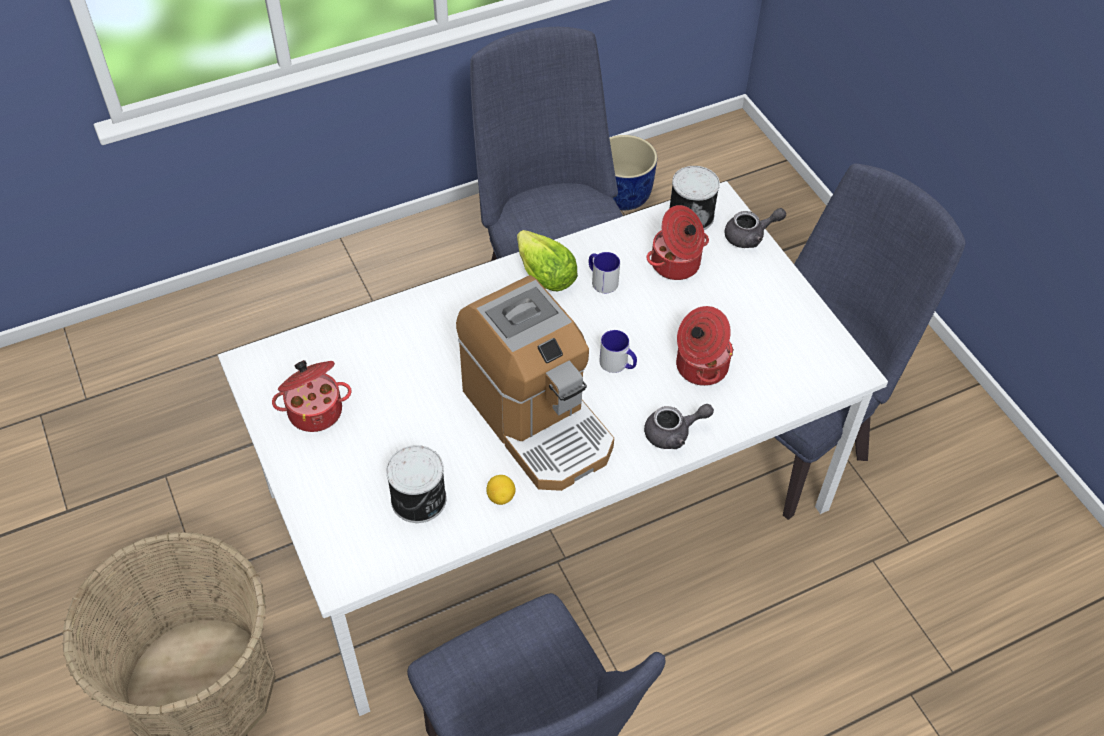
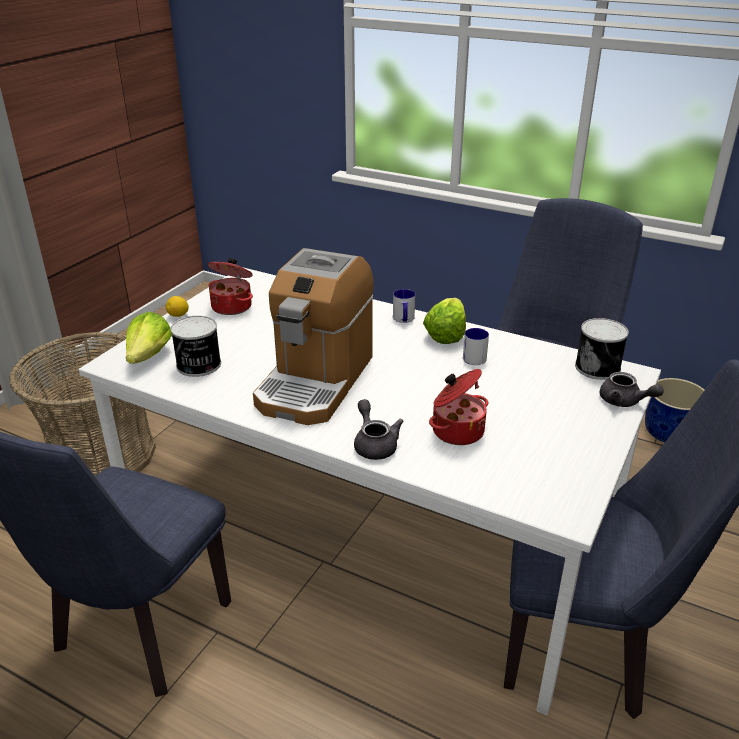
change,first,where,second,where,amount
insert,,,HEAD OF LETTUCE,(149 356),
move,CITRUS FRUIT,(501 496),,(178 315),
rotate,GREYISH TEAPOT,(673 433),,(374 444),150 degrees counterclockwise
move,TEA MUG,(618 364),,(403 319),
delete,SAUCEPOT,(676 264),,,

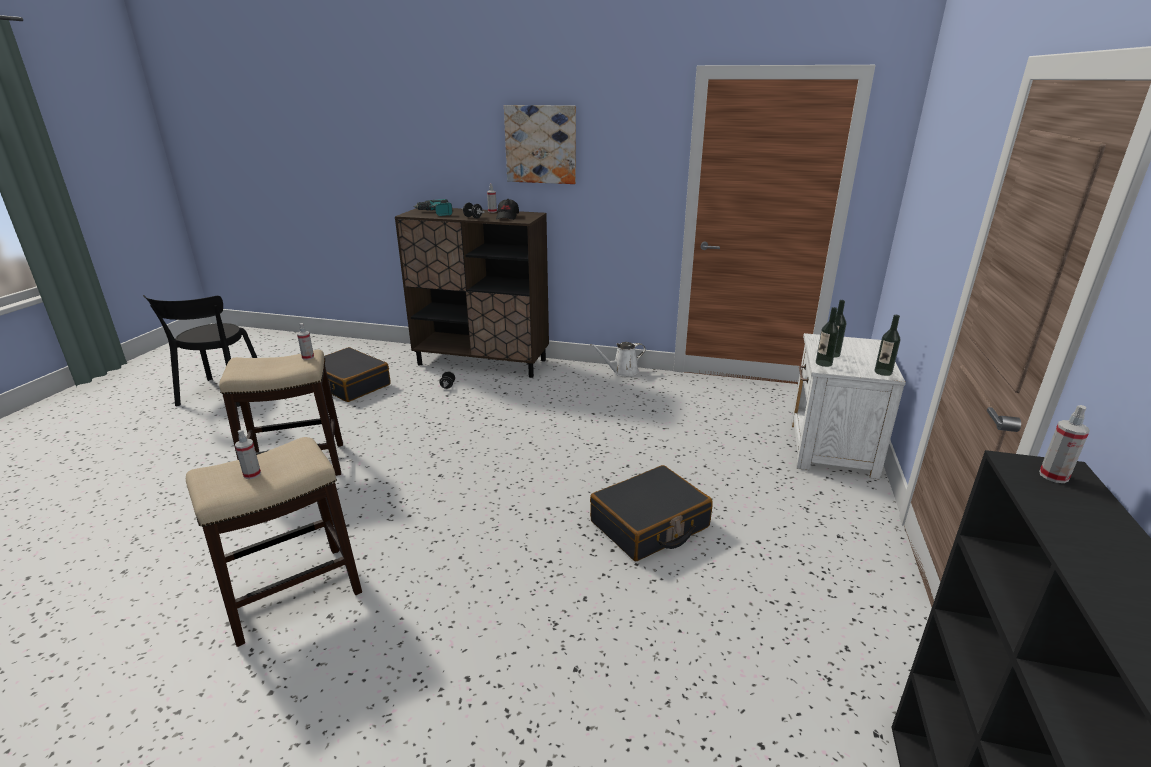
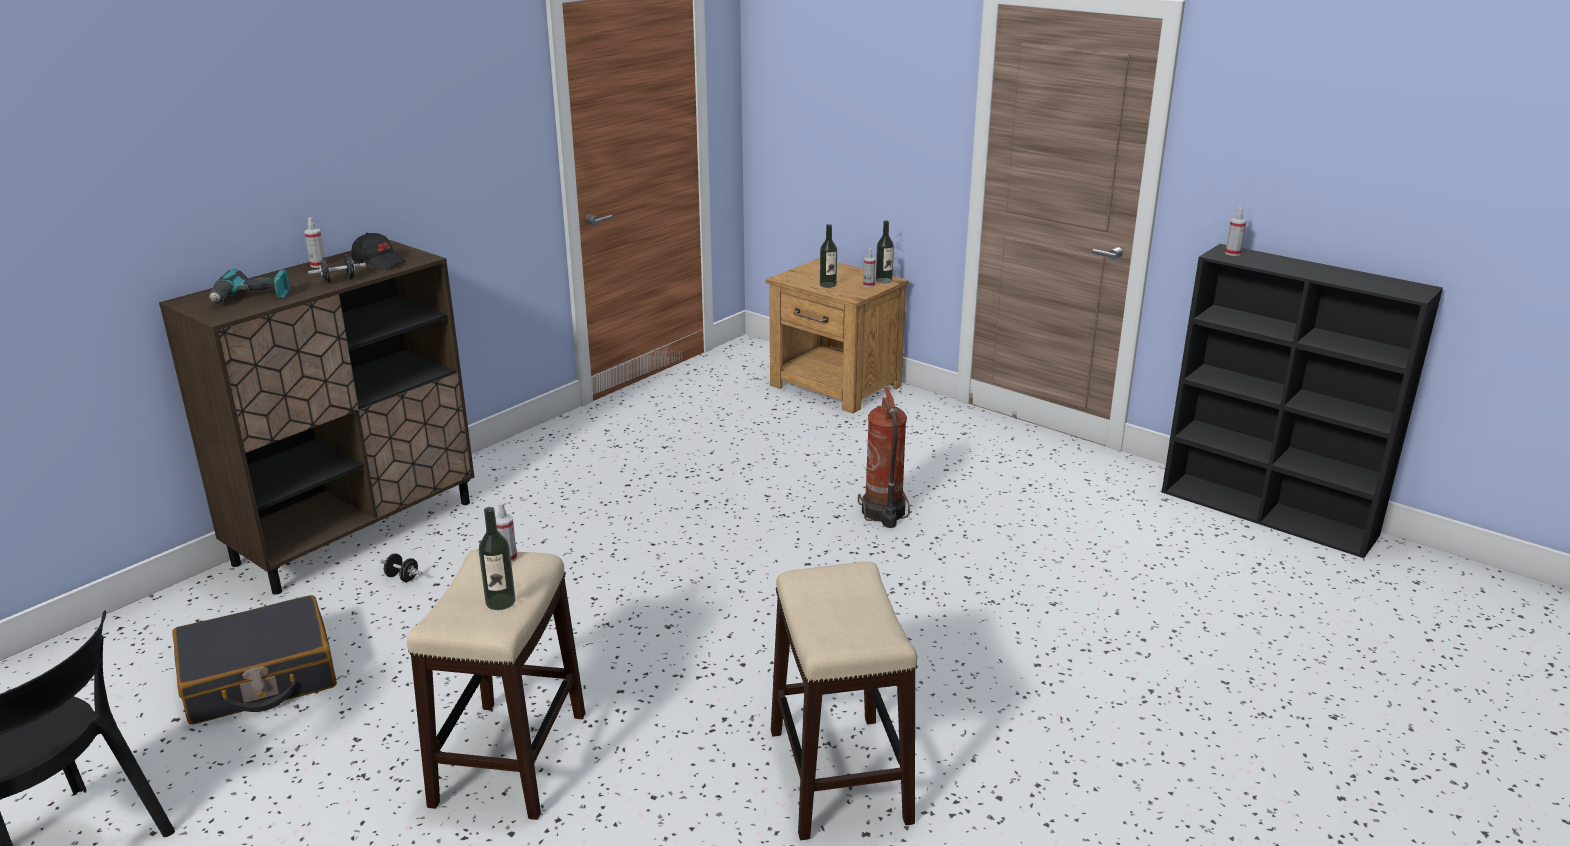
change,first,where,second,where,amount
move,DRINK BOTTLE,(823 363),,(500 602),
recolor,WHITE BEDSIDE TABLE,(830 449),BROWN-COLOURED BEDSIDE TABLE,(836 386),
replace,BLACK-COLOURED TRAVEL CASE,(650 525),FIRE EXTINGUISHER,(883 513),
move,SPRAYER,(252 474),,(868 285),
delete,WALL PICTURE,(541 144),,,
delete,WHITE WATERING CAN,(622 371),,,

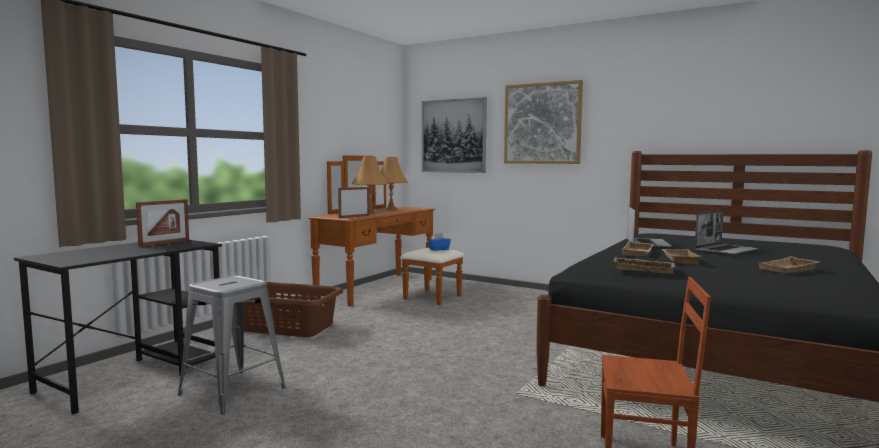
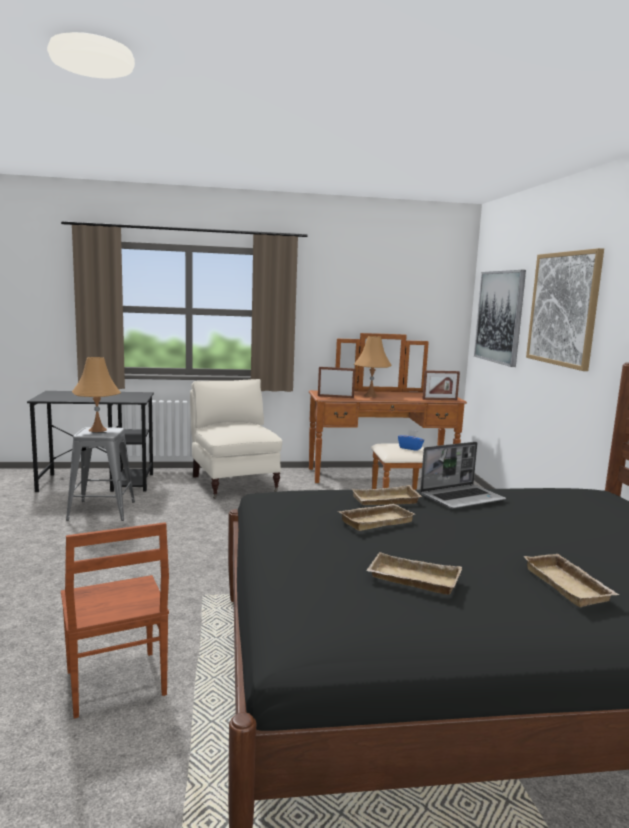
change,first,where,second,where,amount
move,ORANGEY LAMP FOR A TABLE,(391 209),,(98 430),
replace,BROWN-COLOURED LAUNDRY BASKET,(287 327),BEIGE EASY CHAIR,(234 483),
move,PHOTO FRAME,(164 243),,(439 399),
move,BEIGE CARRYING TRAY,(644 269),,(570 585),
delete,LAPTOP,(725 251),,,

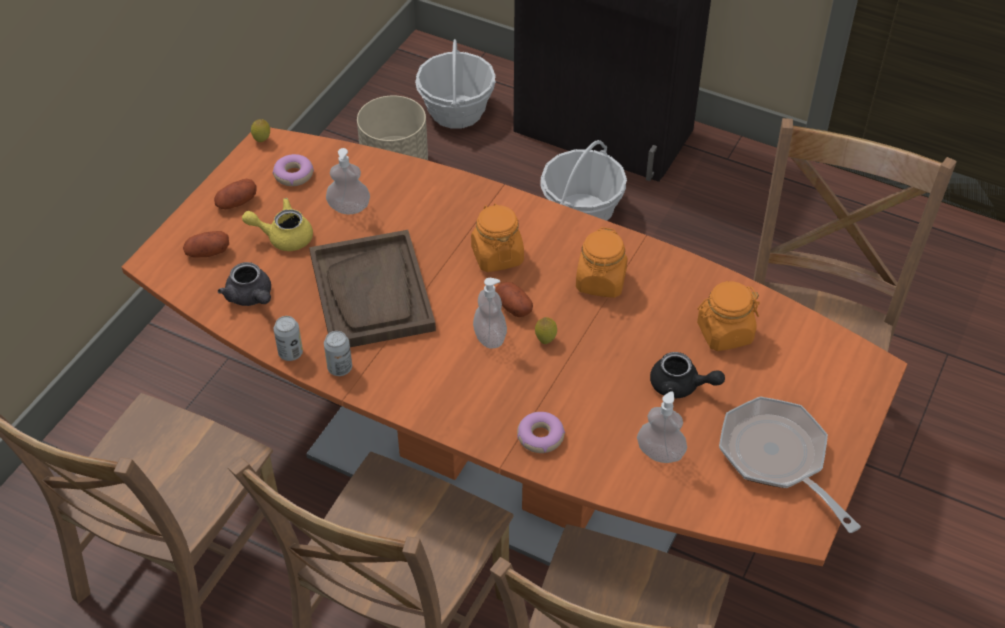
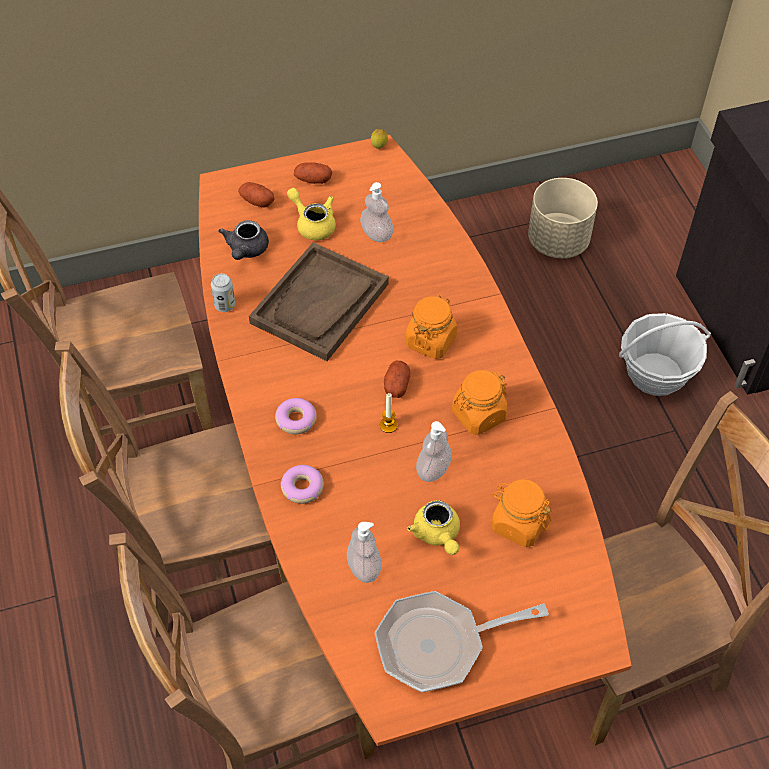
change,first,where,second,where,amount
move,DOUGHNUT,(293 175),,(296 419),
rotate,SKILLET,(778 458),,(439 644),120 degrees counterclockwise
replace,CITRUS FRUIT,(545 340),WAX LIGHT,(388 425),
recolor,BLACK-COLOURED TEAPOT,(681 386),YELLOW-COLOURED TEAPOT,(437 535),
move,SOAP BOTTLE,(490 337),,(433 469),
delete,SEALED CAN,(340 368),,,
delete,BASKET,(456 112),,,

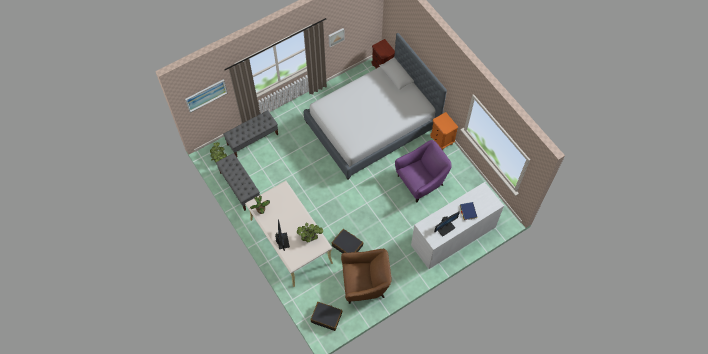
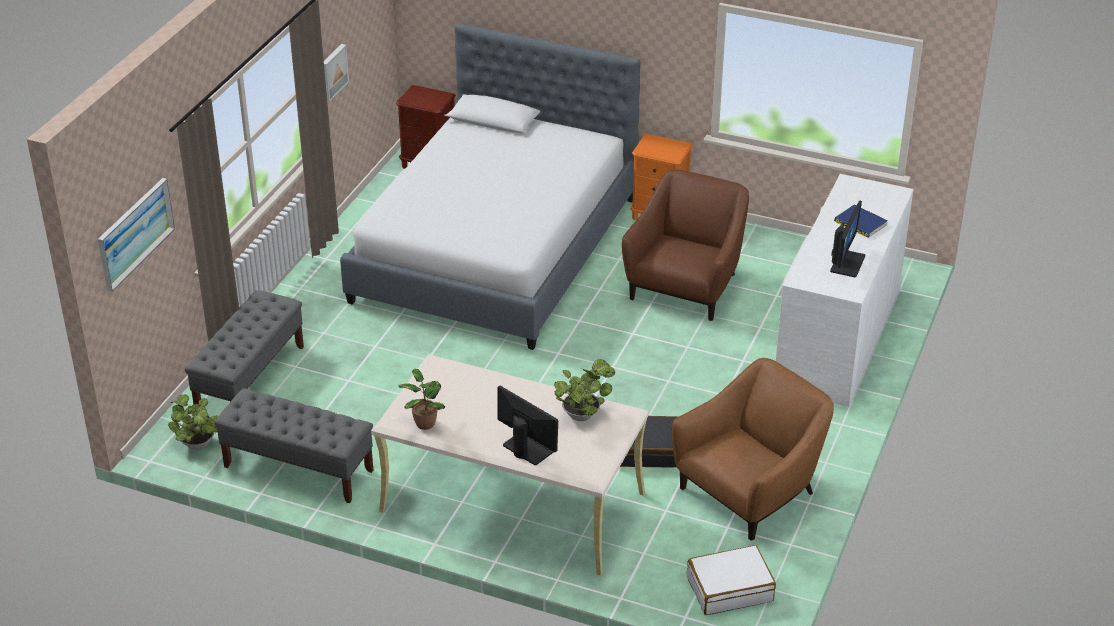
change,first,where,second,where,amount
recolor,PURPLISH EASY CHAIR,(421 181),BROWN-COLOURED EASY CHAIR,(686 287),
recolor,BLACK-COLOURED TRAVEL CASE,(326 317),WHITE TRAVEL CASE,(729 589),

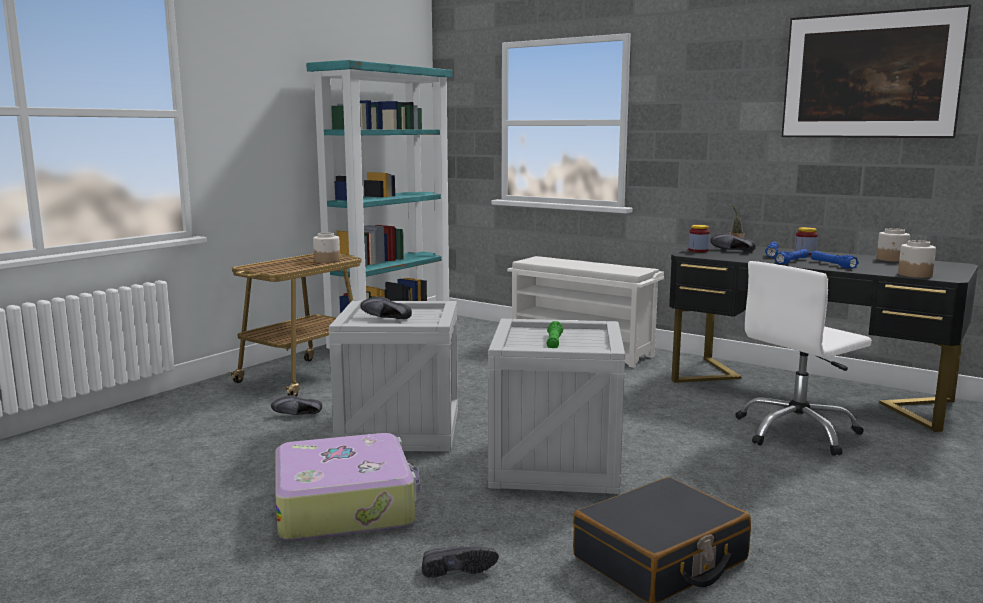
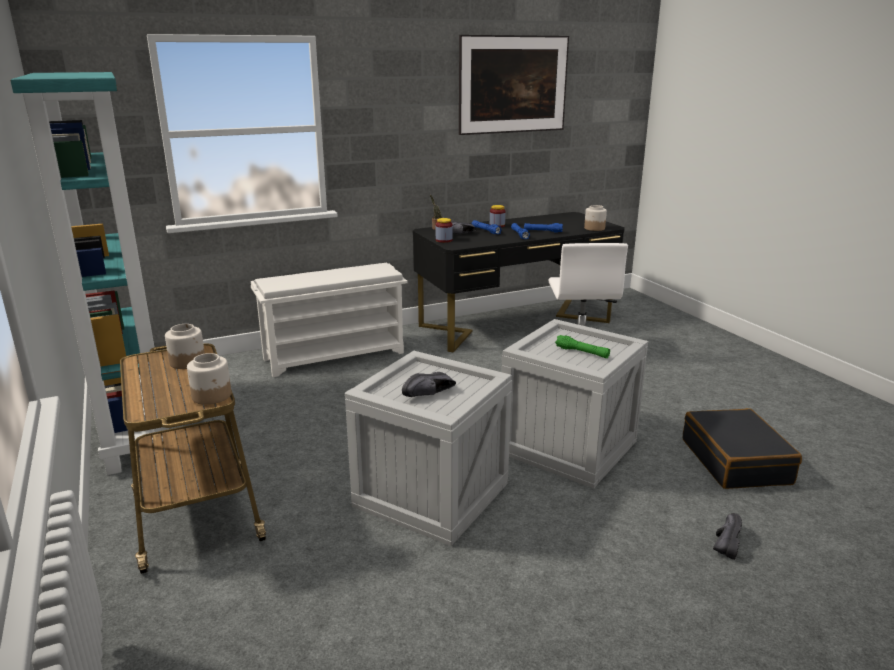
change,first,where,second,where,amount
move,JAR,(891 259),,(212 396),
delete,BLACK-COLOURED LOW SHOE,(298 416),,,
delete,TRAVEL CASE,(345 505),,,

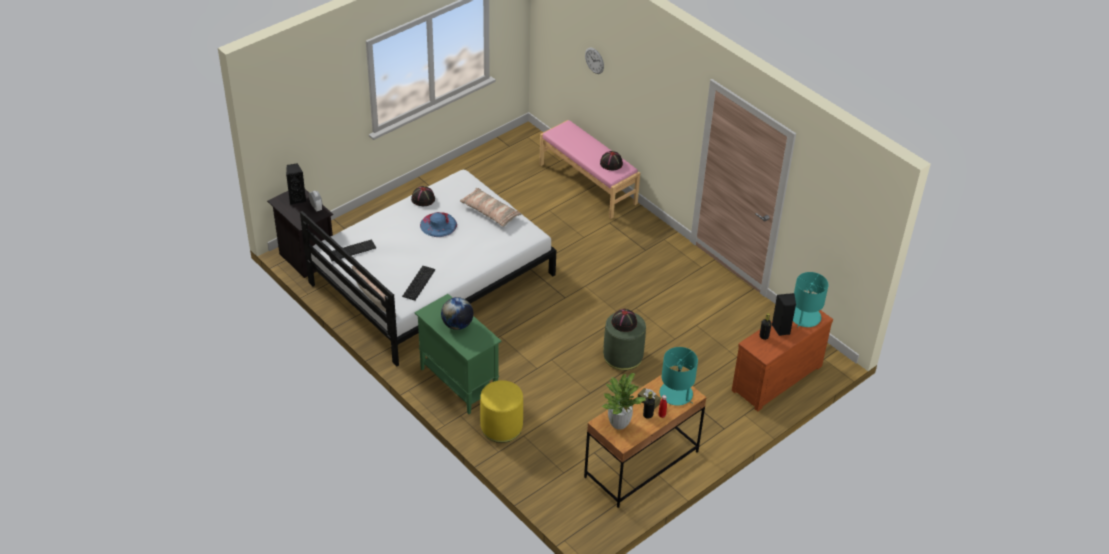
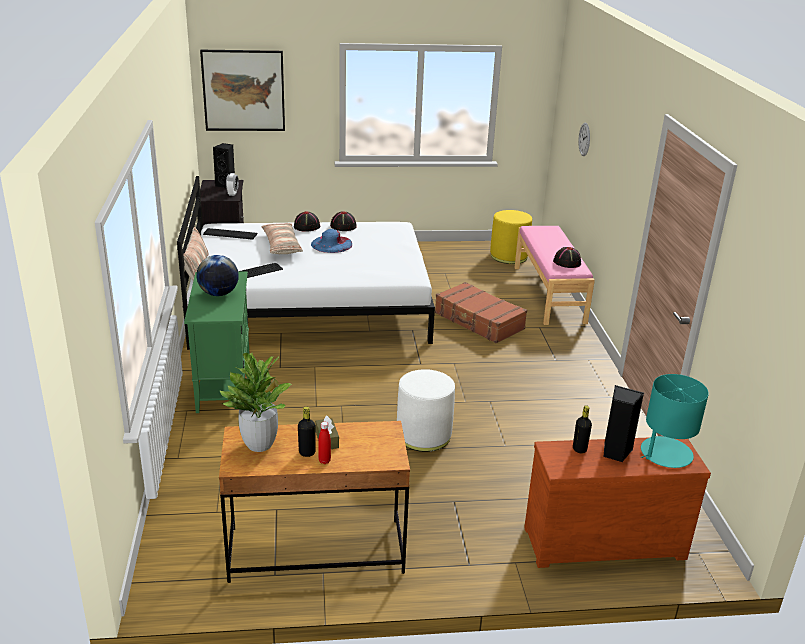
change,first,where,second,where,amount
insert,,,WALL PICTURE,(243 90),
move,THROW PILLOW,(490 212),,(281 245),
move,BLACK-COLOURED HAT,(624 322),,(307 226),
recolor,GREEN-COLOURED OTTOMAN,(623 356),WHITE OTTOMAN,(423 435),
insert,,,BROWN-COLOURED TRAVEL CASE,(478 321),
move,YELLOW-COLOURED OTTOMAN,(501 427),,(508 256),
delete,BLUE-GREEN LAMP FOR A TABLE,(676 394),,,

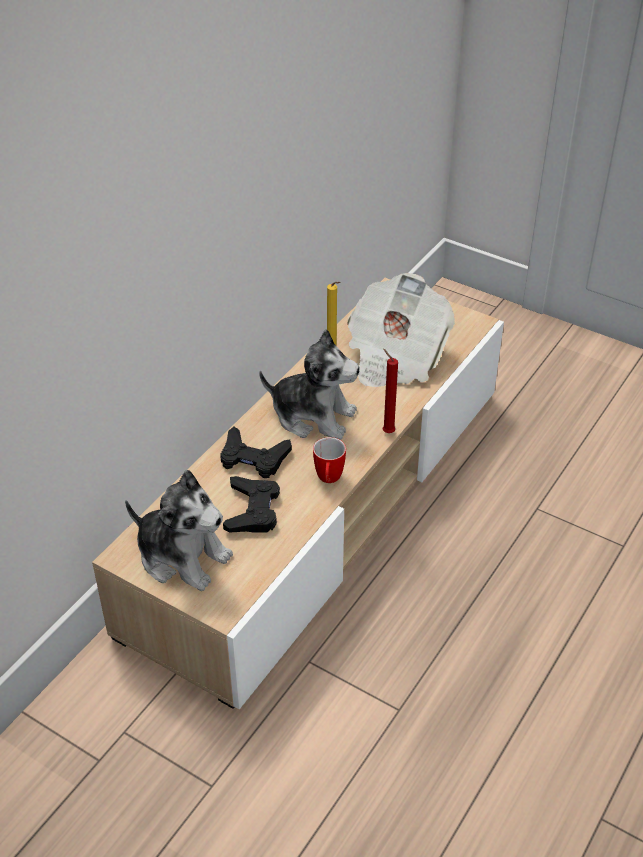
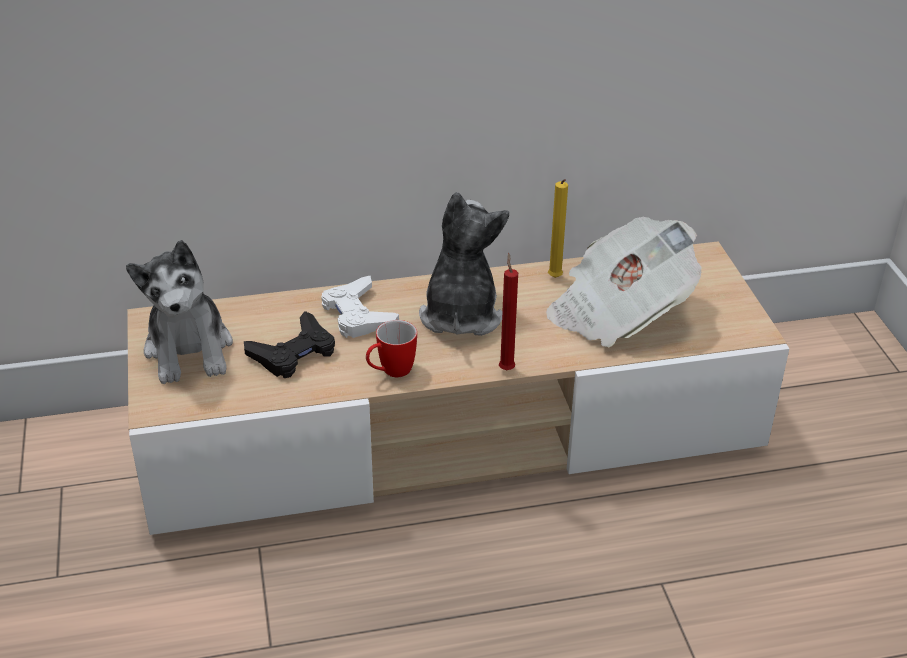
change,first,where,second,where,amount
recolor,BLACK-COLOURED GAMEPAD,(253 458),WHITE GAMEPAD,(358 314),
rotate,PLUSH TOY,(313 416),,(460 314),150 degrees counterclockwise

